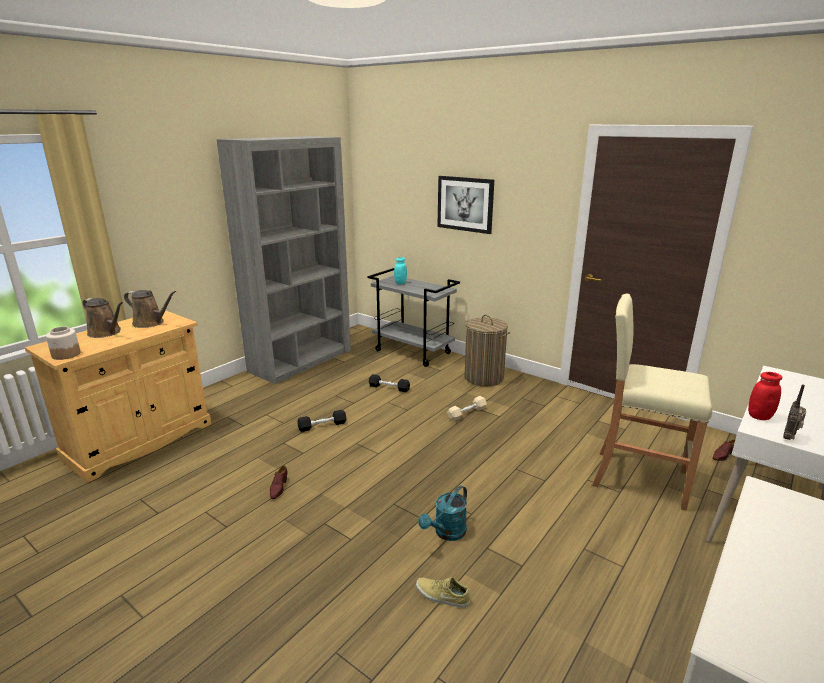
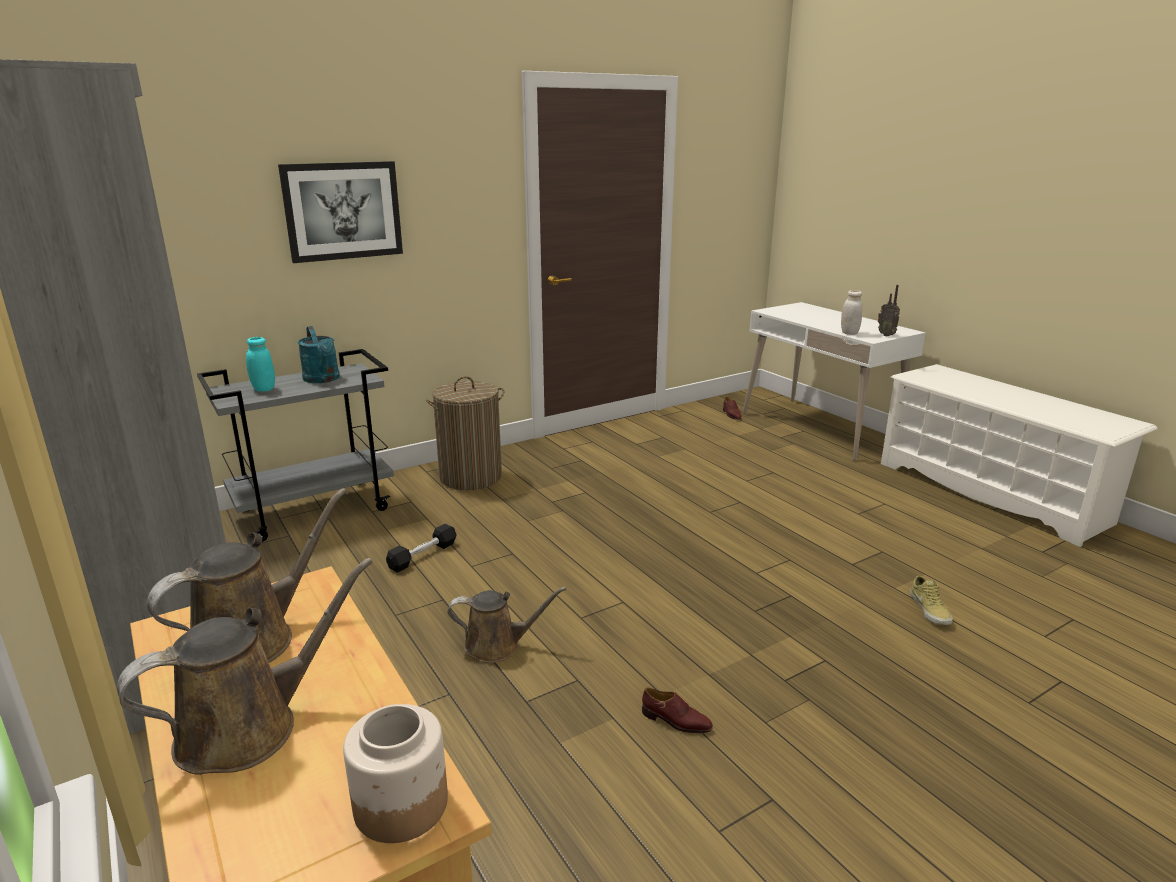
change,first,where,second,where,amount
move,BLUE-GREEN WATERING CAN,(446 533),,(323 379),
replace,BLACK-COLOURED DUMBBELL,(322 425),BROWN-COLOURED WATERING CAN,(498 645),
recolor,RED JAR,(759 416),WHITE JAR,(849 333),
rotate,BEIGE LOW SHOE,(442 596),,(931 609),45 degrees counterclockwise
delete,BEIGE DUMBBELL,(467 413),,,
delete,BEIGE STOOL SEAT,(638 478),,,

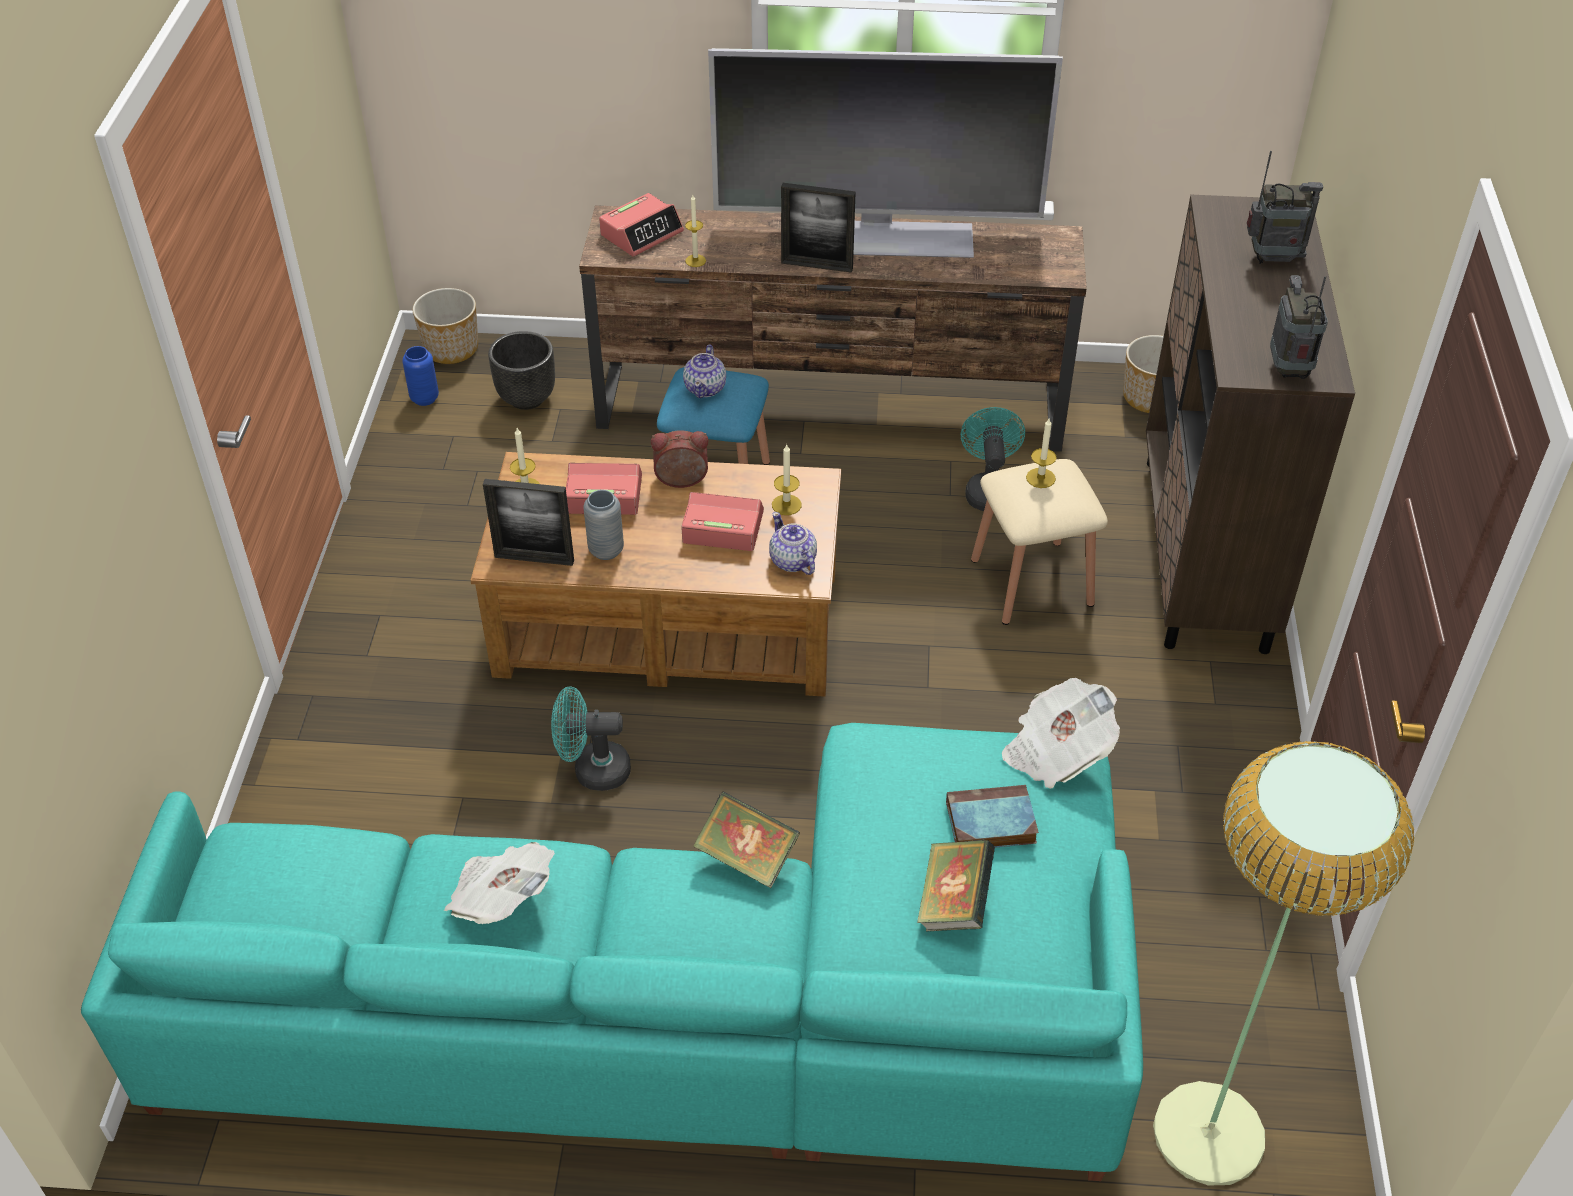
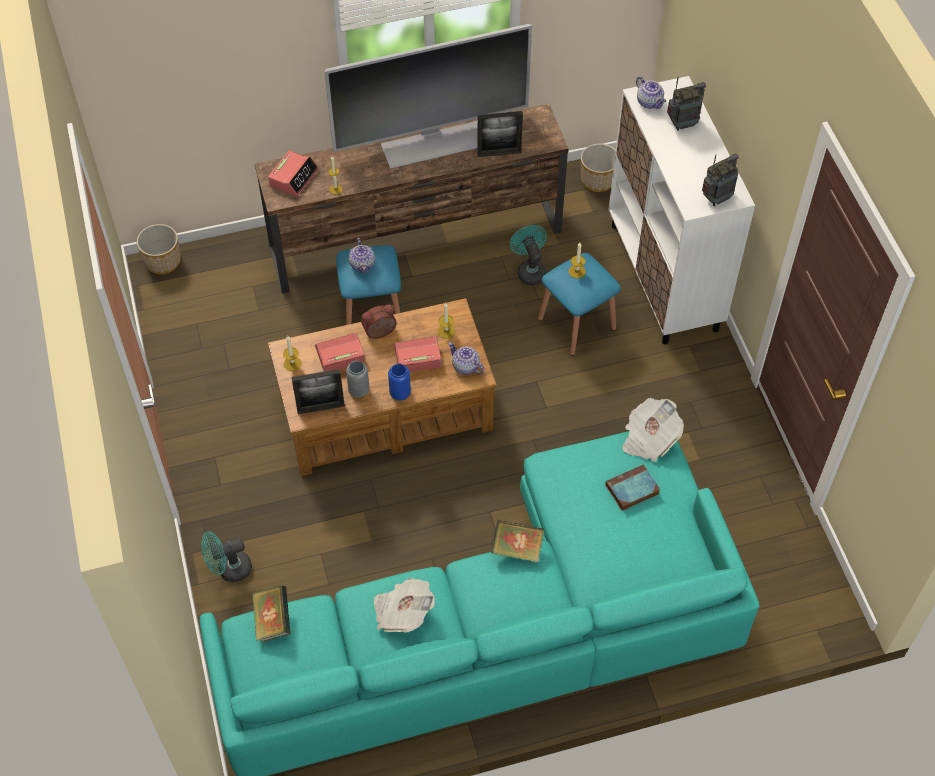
change,first,where,second,where,amount
move,BLUE-GREEN FAN,(592 770),,(229 570),
move,BOOK,(954 902),,(273 621),
move,BLUE FLOWER VASE,(424 398),,(400 393),
move,PHOTO FRAME,(817 265),,(499 153),
recolor,BEIGE STOOL SEAT,(1031 582),BLUE STOOL SEAT,(577 324),
recolor,BROWN-COLOURED CUPBOARD,(1205 553),WHITE CUPBOARD,(664 277),
insert,,,TEAPOT,(650 102),
rotate,RADIO,(1289 369),,(717 199),75 degrees clockwise
delete,BLACK-COLOURED PLANT POT,(527 398),,,
delete,STANDING LAMP,(1208 1134),,,

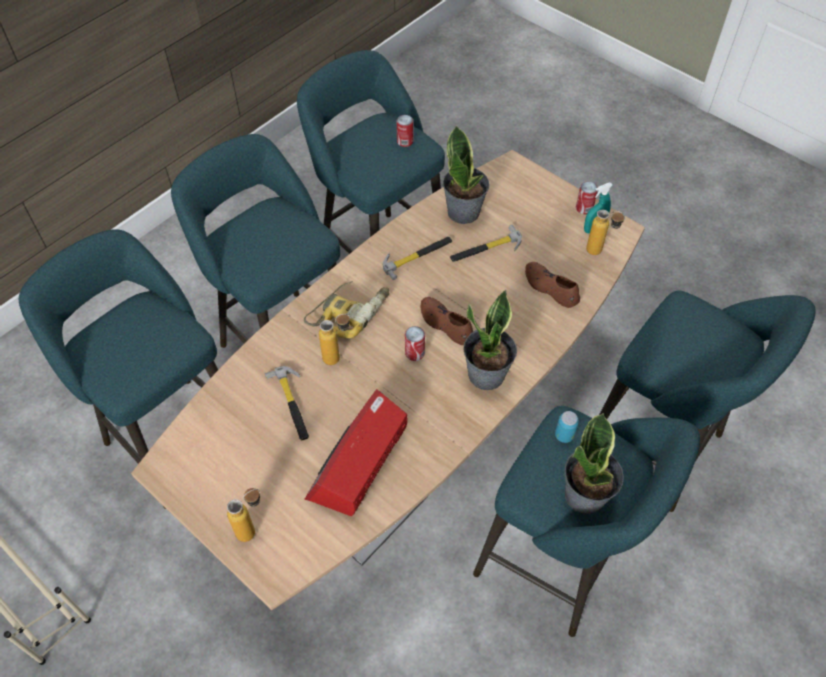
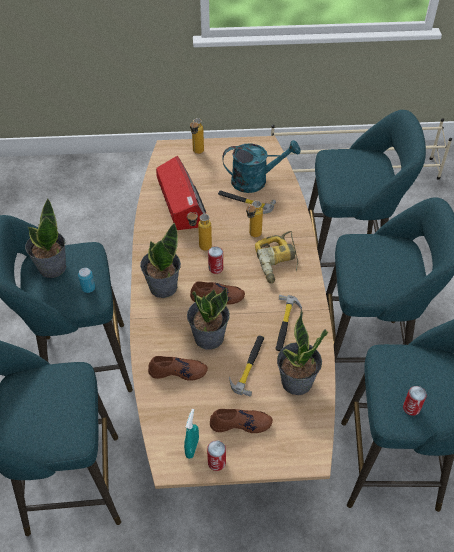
change,first,where,second,where,amount
move,DRINK BOTTLE,(600 252),,(200 247),
insert,,,POTTED PLANT,(208 337),
insert,,,BROWN-COLOURED LOW SHOE,(240 423),
insert,,,BLUE-GREEN WATERING CAN,(256 180),

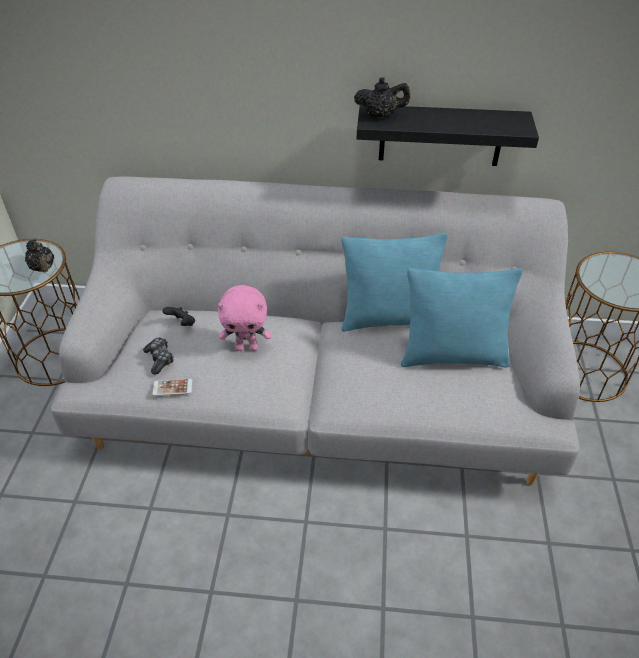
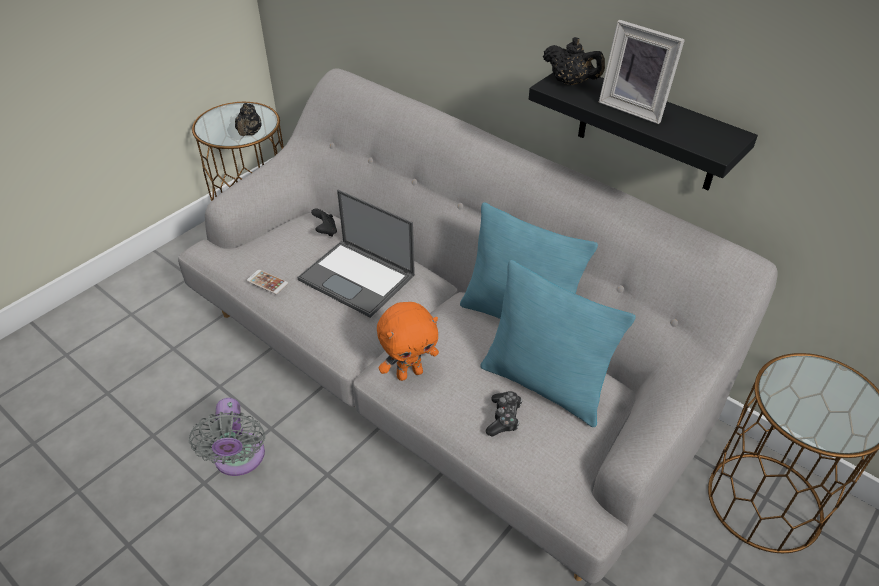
change,first,where,second,where,amount
insert,,,GREYISH FAN,(239 459),
replace,PINKISH PLUSH TOY,(247 347),LAPTOP,(358 278),
insert,,,ORANGEY PLUSH TOY,(409 373),
move,GAMEPAD,(160 359),,(504 418),
insert,,,PHOTO FRAME,(634 107),

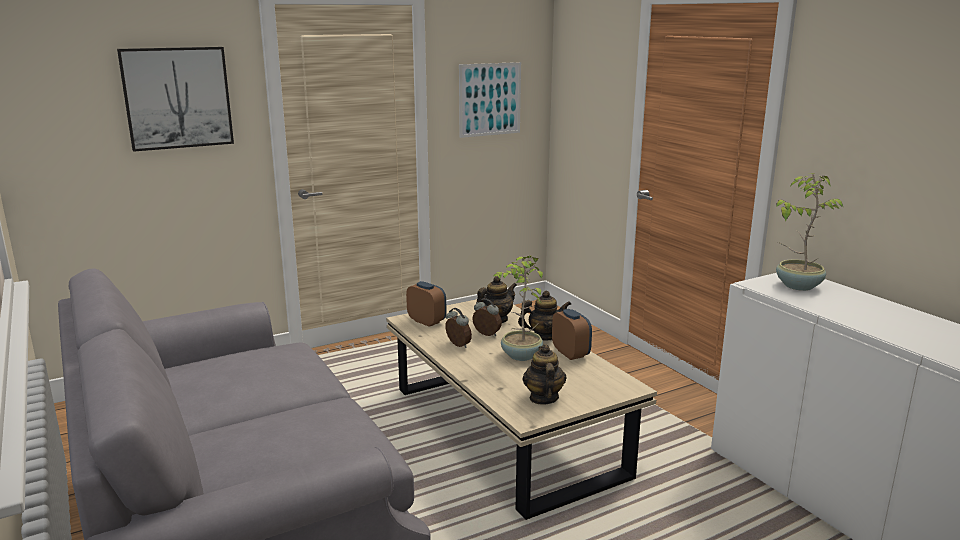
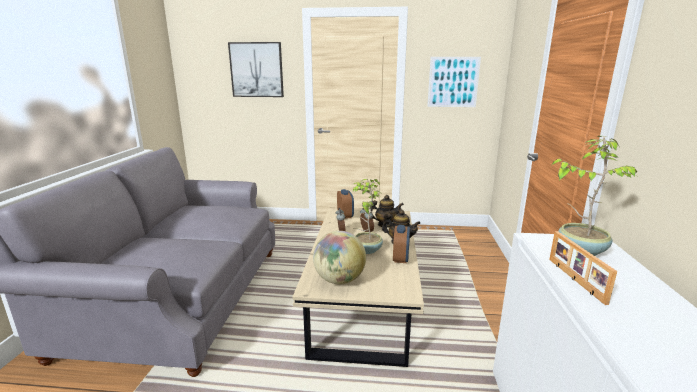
change,first,where,second,where,amount
replace,TEAPOT,(543 398),WORLD GLOBE,(339 280),
insert,,,PHOTO FRAME,(574 280),

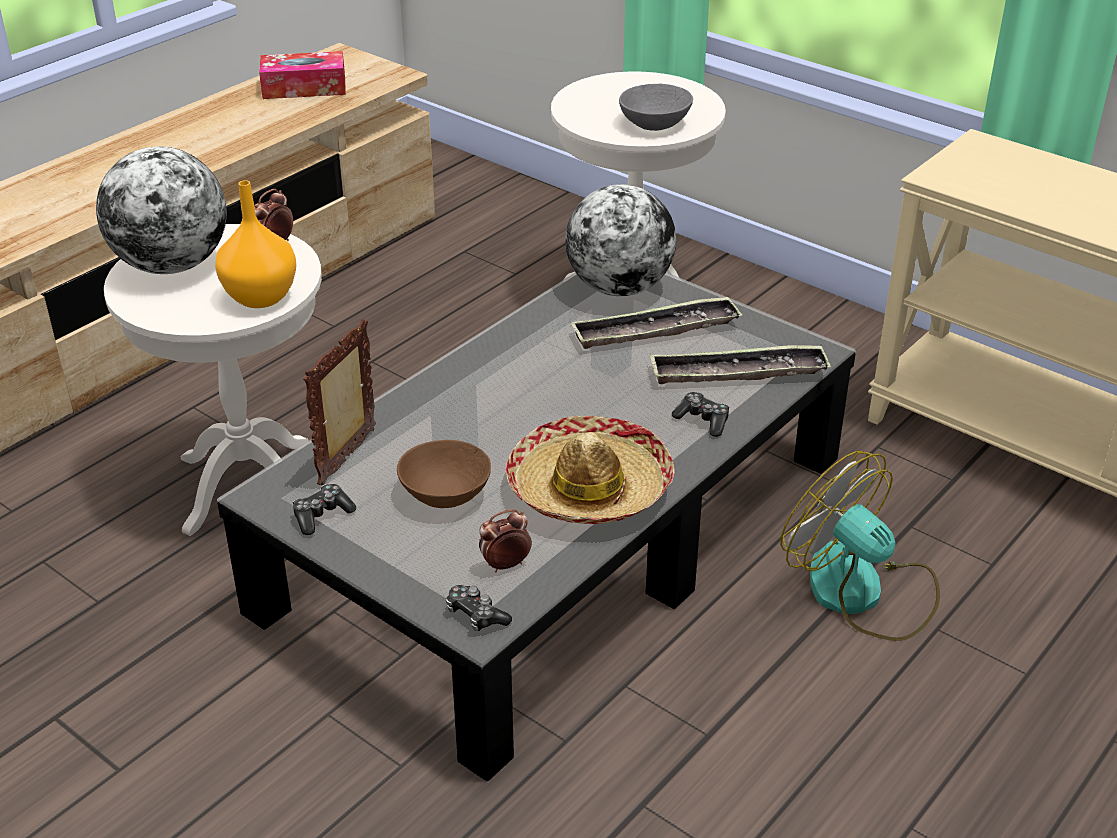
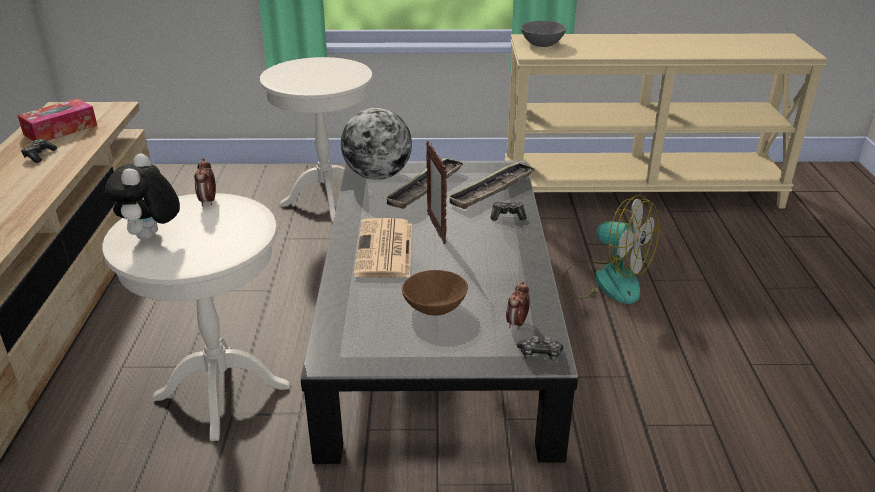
change,first,where,second,where,amount
move,GAMEPAD,(322 515),,(39 155),
replace,WORLD GLOBE,(172 265),PLUSH TOY,(151 237),
insert,,,NEWSPAPER,(385 250),
move,PHOTO FRAME,(349 457),,(436 229),
move,GREYISH SERVING BOWL,(655 124),,(543 44),
rotate,FAN,(861 593),,(605 281),150 degrees counterclockwise
delete,ORANGEY FLOWER VASE,(262 297),,,
delete,HAT,(589 487),,,

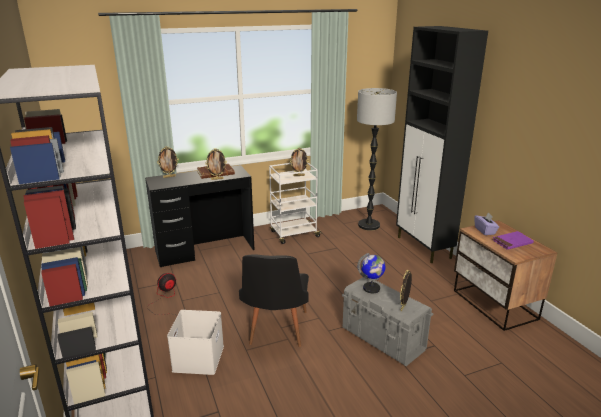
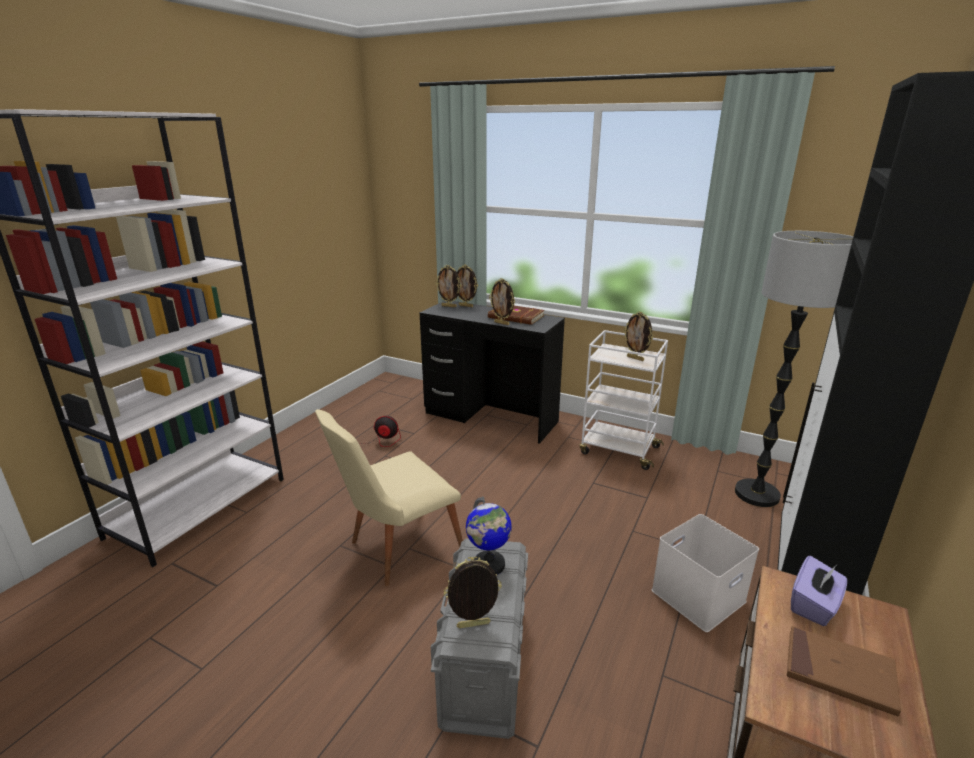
change,first,where,second,where,amount
recolor,BLACK-COLOURED PLAIN CHAIR,(276 332),BEIGE PLAIN CHAIR,(395 549),
insert,,,PHOTO FRAME,(449 306),
move,WHITE STORAGE CONTAINER,(198 357),,(697 594),
recolor,PURPLISH BOOK,(512 242),BROWN-COLOURED BOOK,(839 672),

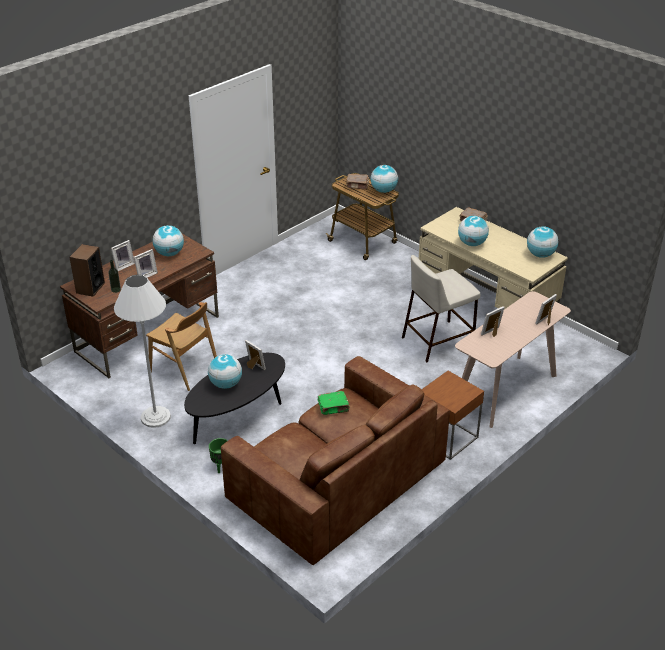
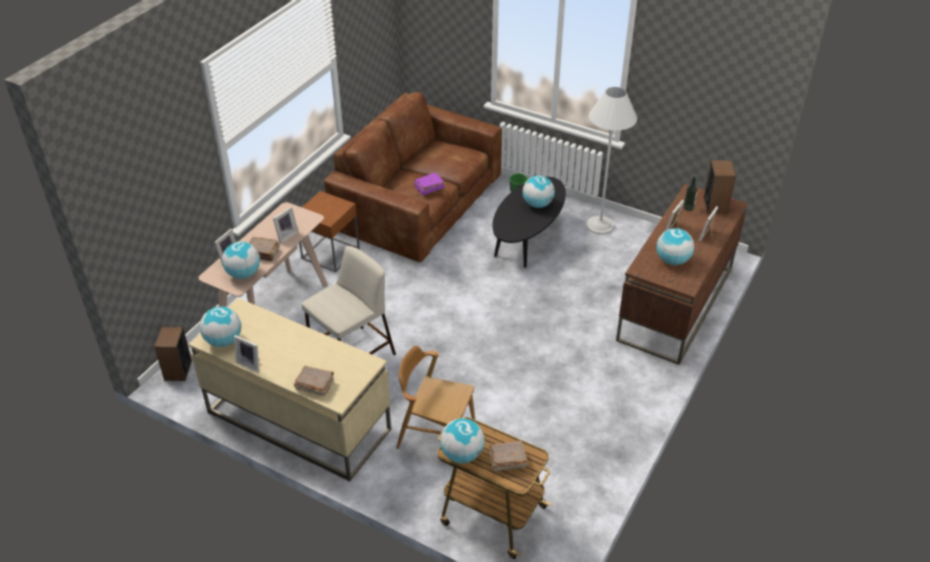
change,first,where,second,where,amount
insert,,,LOUDSPEAKER,(178 370),
move,WORLD GLOBE,(472 243),,(243 274),
move,PHOTO FRAME,(254 366),,(250 364),
insert,,,BROWN-COLOURED BOOK,(263 253),
move,BROWN-COLOURED PLAIN CHAIR,(184 369),,(436 435),
recolor,GREEN-COLOURED BOOK,(333 407),PURPLISH BOOK,(429 188),

